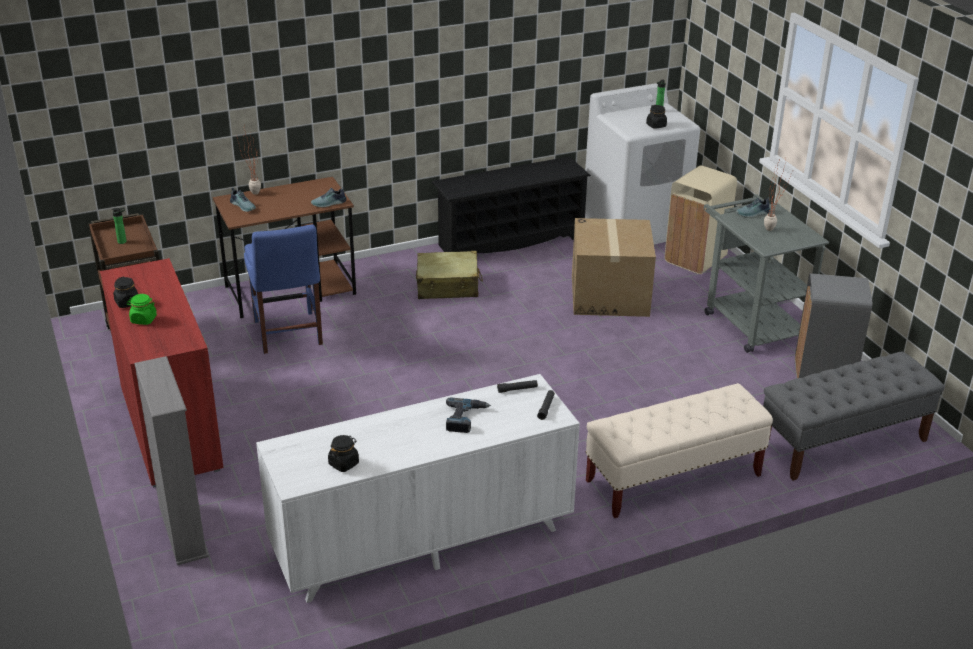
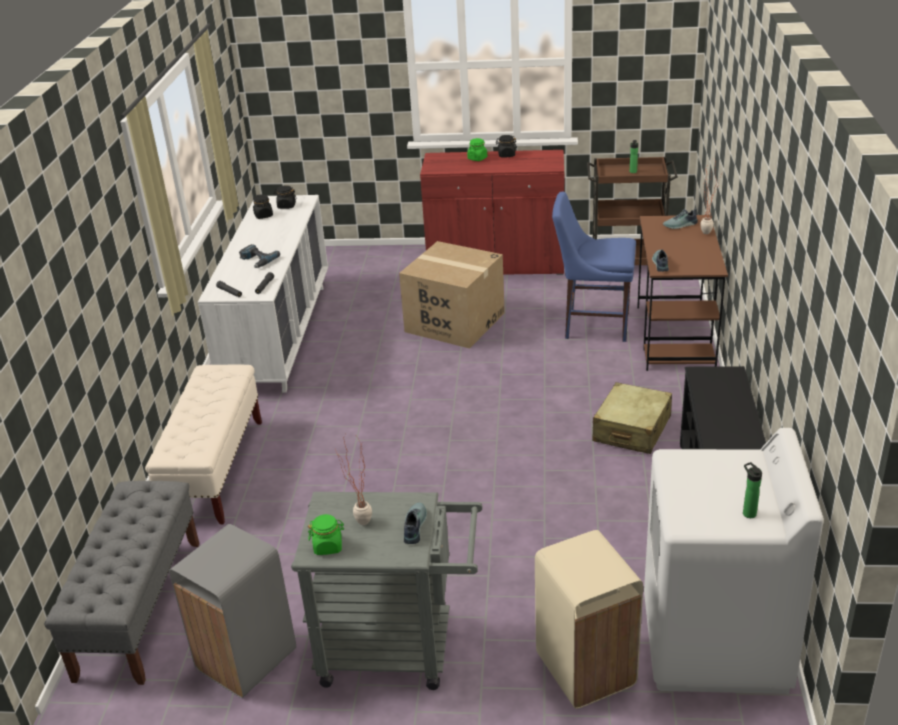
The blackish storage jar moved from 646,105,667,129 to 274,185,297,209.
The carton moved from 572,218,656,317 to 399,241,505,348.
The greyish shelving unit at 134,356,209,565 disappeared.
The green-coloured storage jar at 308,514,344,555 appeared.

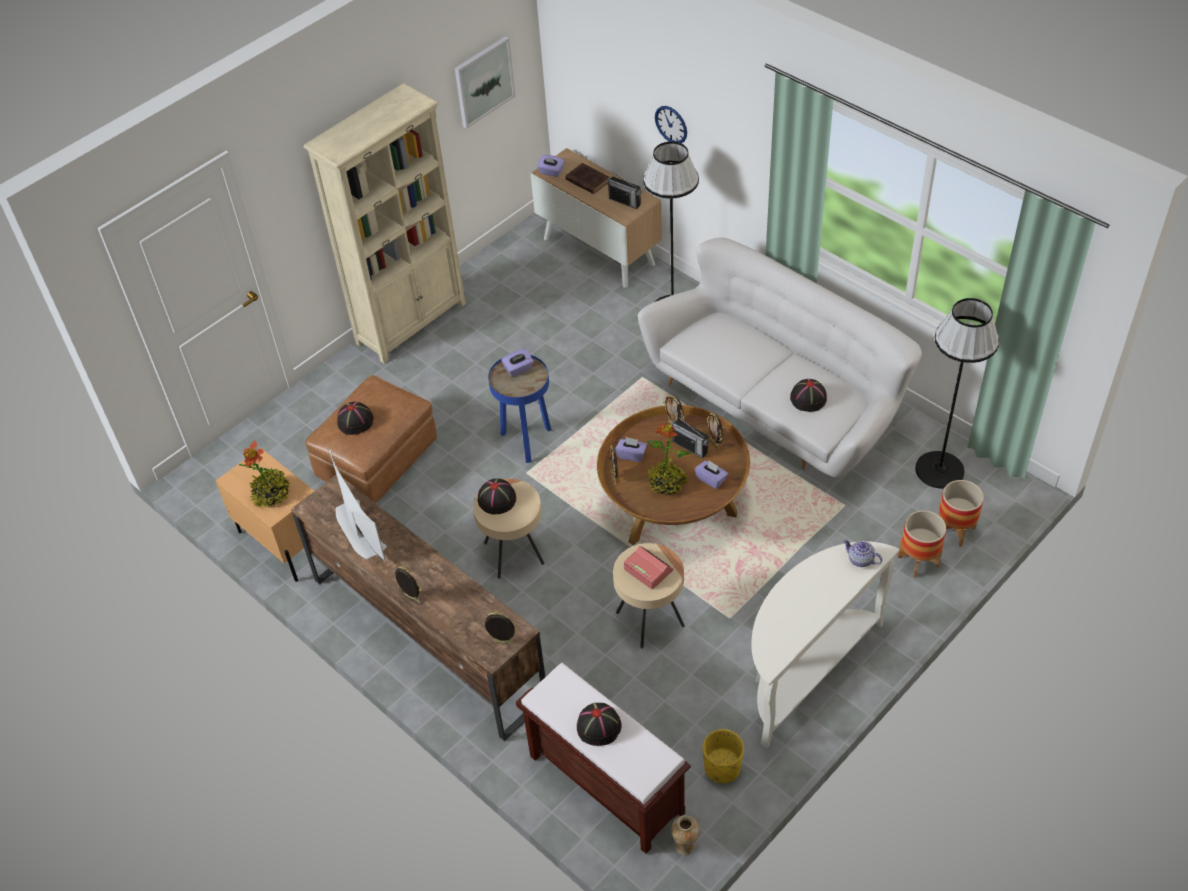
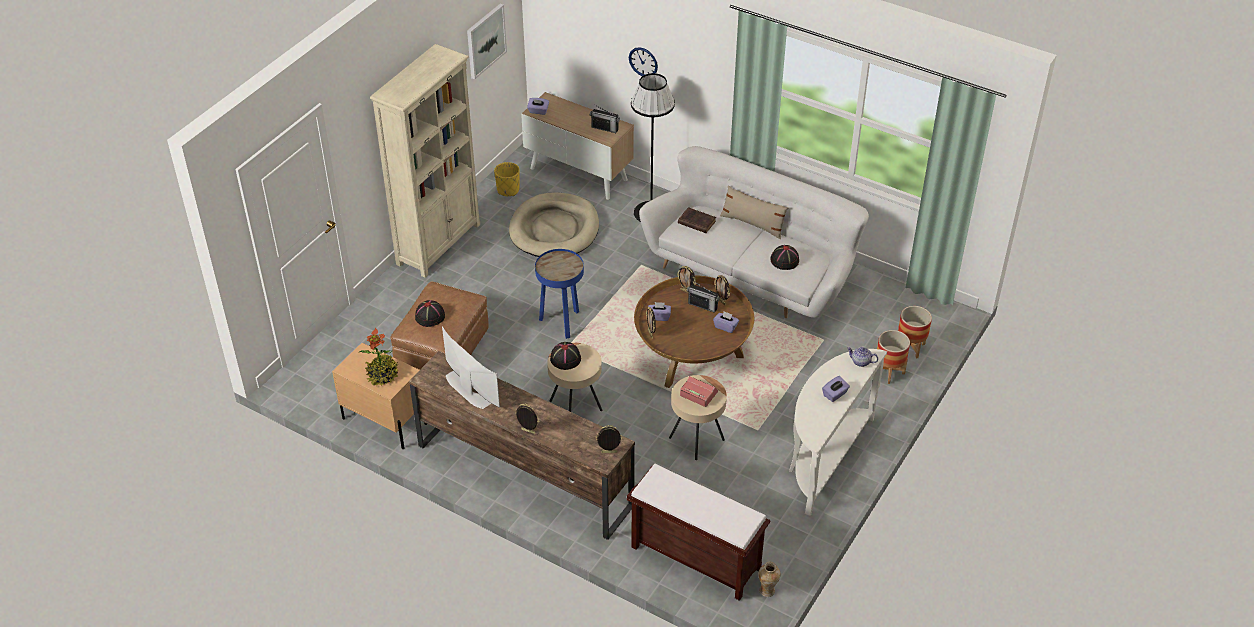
The brown bound book moved from 565,163,610,194 to 678,207,716,233.
The blackish floor lamp at 915,298,999,489 disappeared.
The purple-coloured tissue box moved from 501,349,534,377 to 822,376,850,402.
The potted plant at 646,424,691,495 disappeared.
The blackish wearable hat at 577,703,622,746 disappeared.
The yellow-coloured planter moved from 703,729,744,783 to 494,162,520,196.
The beige cushion at 720,185,788,239 appeared.
The beige pet bed at 509,192,599,257 appeared.

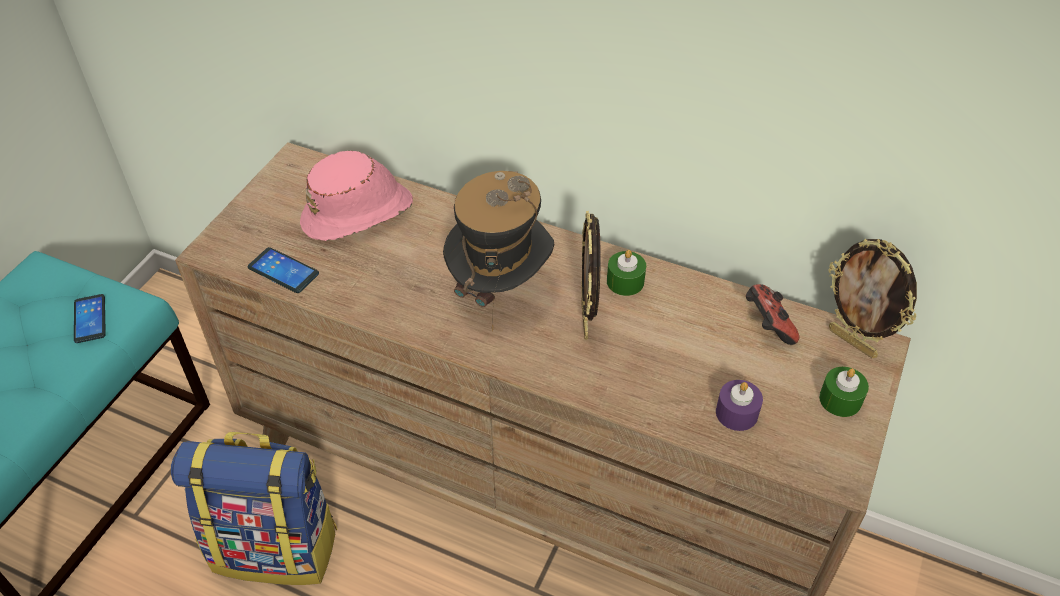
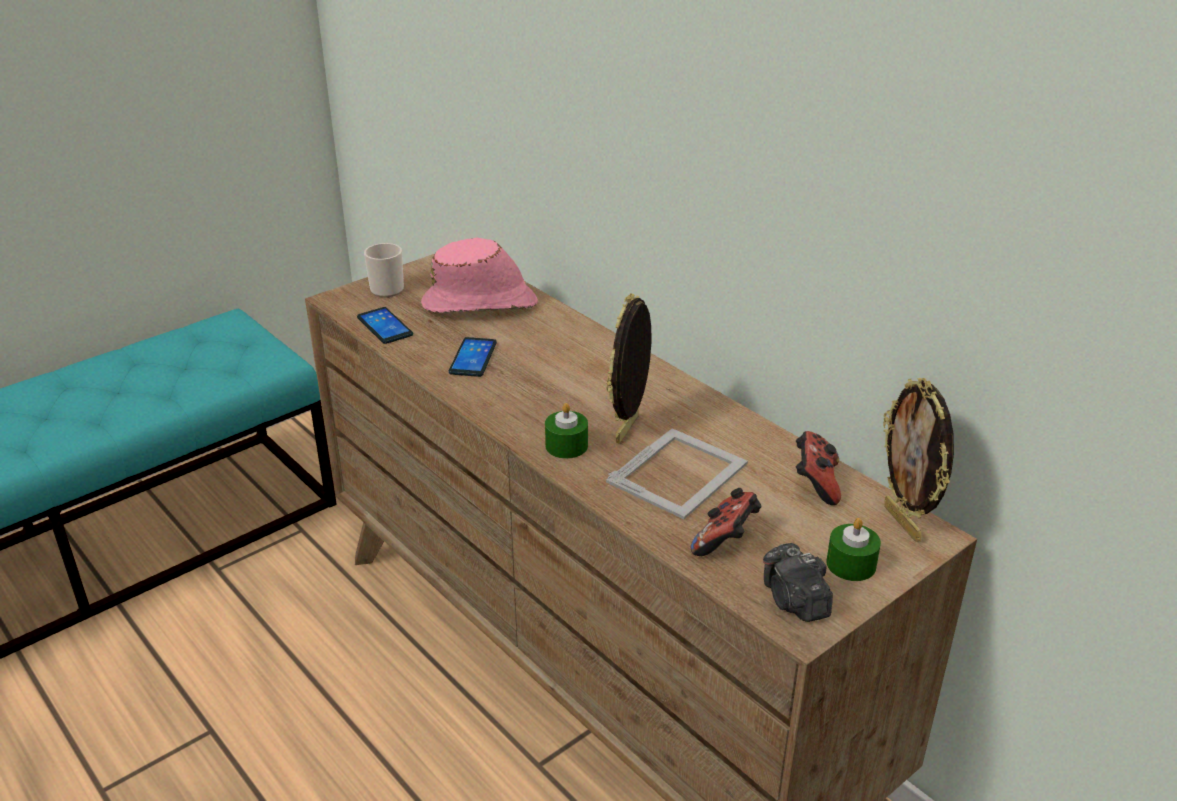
The wearable hat at 443,171,555,332 disappeared.
The green-coloured wax candle moved from 607,250,646,296 to 545,403,588,459.
The handset moved from 74,294,106,343 to 449,337,497,377.
The purple-coloured wax candle at 716,380,763,431 was replaced by the joypad at 691,488,762,556.
The rucksack at 171,432,338,585 disappeared.
The mug at 364,243,404,297 appeared.
The picture frame at 606,428,748,519 appeared.
The still camera at 763,543,833,622 appeared.

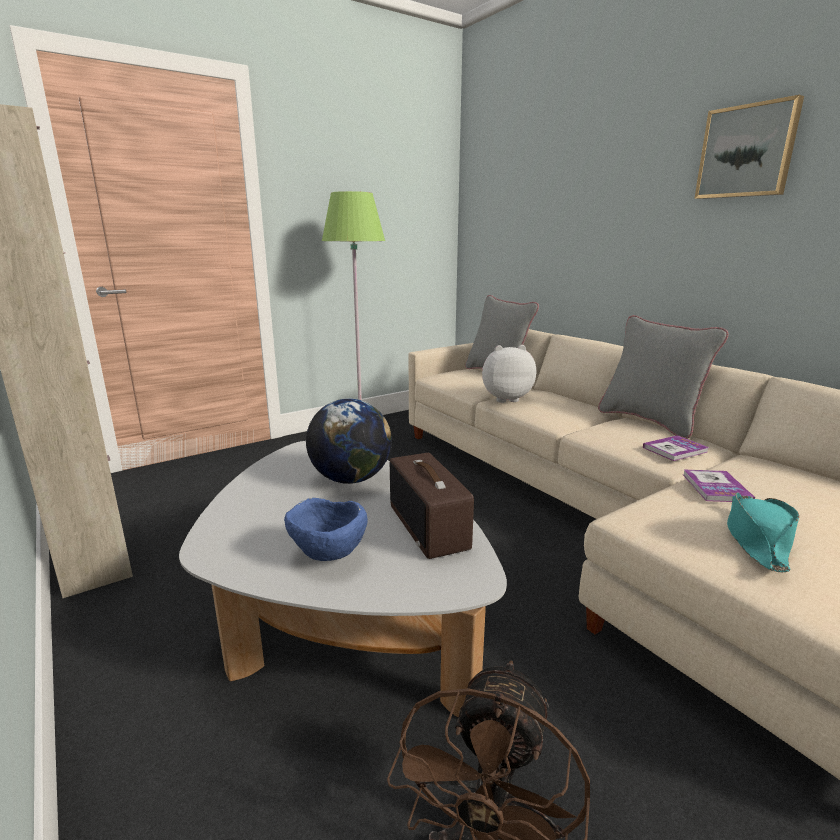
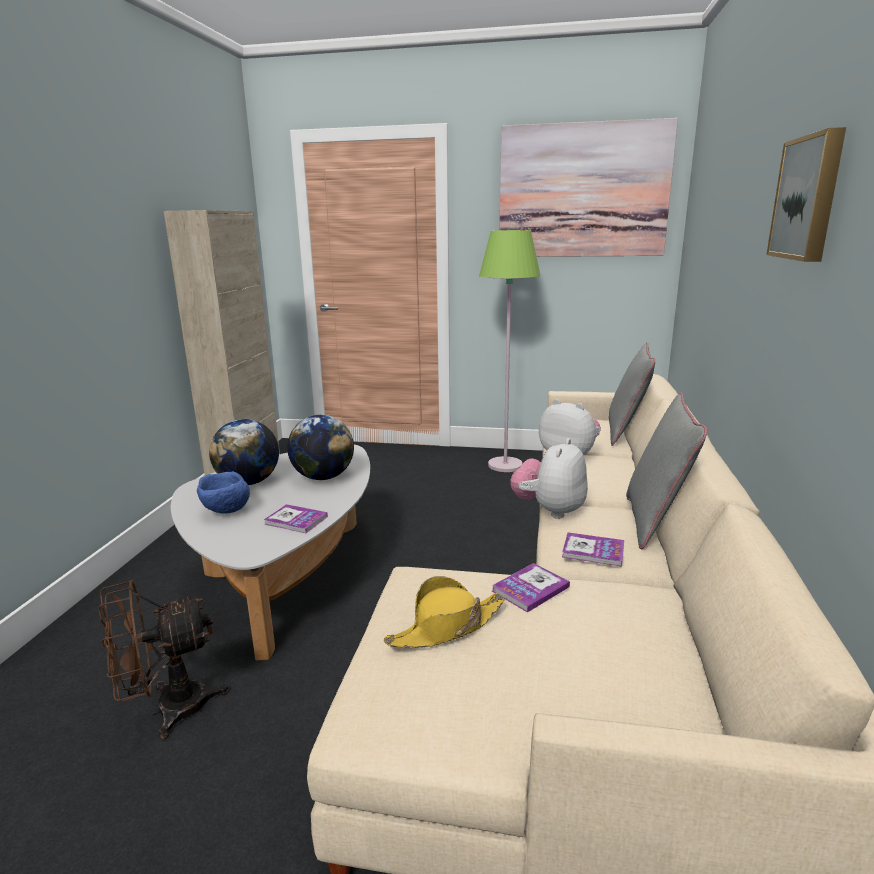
The radio receiver at 390,453,474,559 was replaced by the bound book at 264,504,328,533.
The turquoise wearable hat at 727,492,799,572 became the yellow-coloured wearable hat at 384,576,505,648.
The picture at 500,118,678,257 appeared.
The world globe at 209,419,279,485 appeared.
The cuddly toy at 510,438,588,519 appeared.

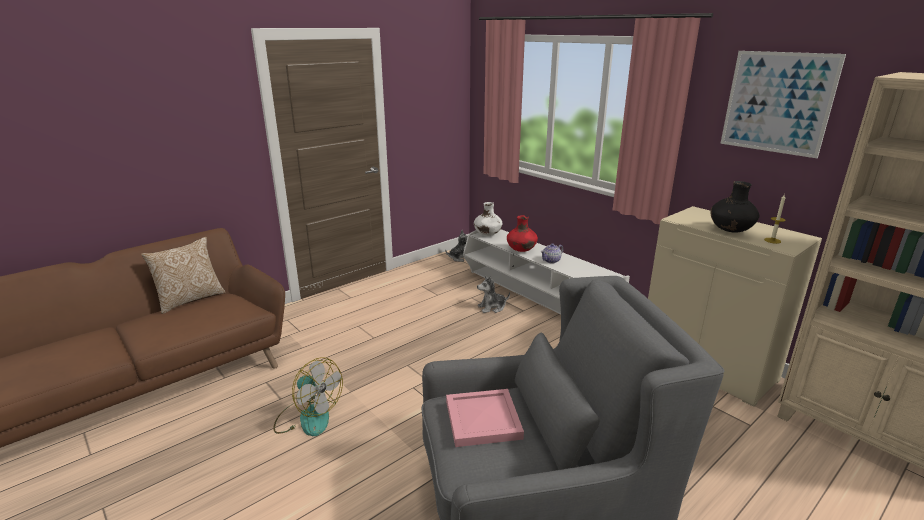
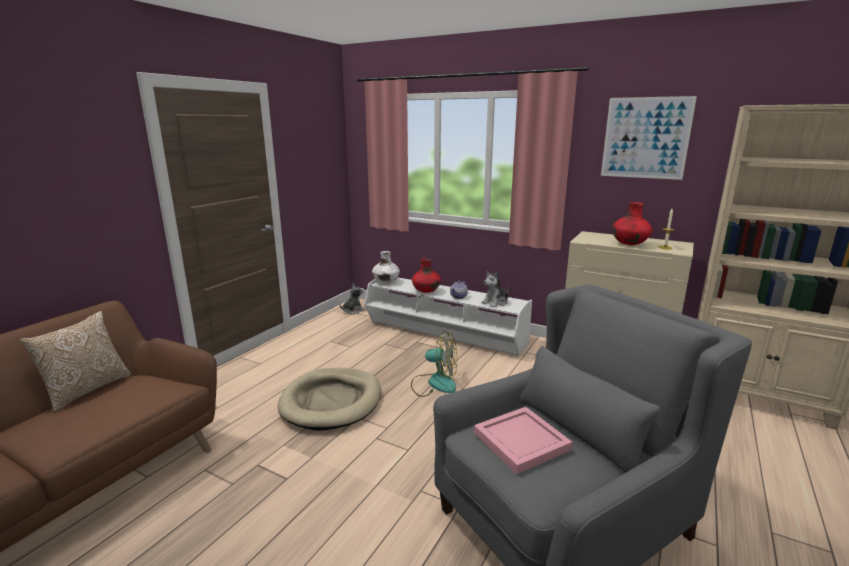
The blackish flower vase at 710,181,759,232 became the red flower vase at 612,202,652,245.
The cuddly toy moved from 477,276,510,313 to 482,270,509,308.
The fan moved from 273,357,343,436 to 411,331,457,397.
The beige pet bed at 278,368,381,430 appeared.

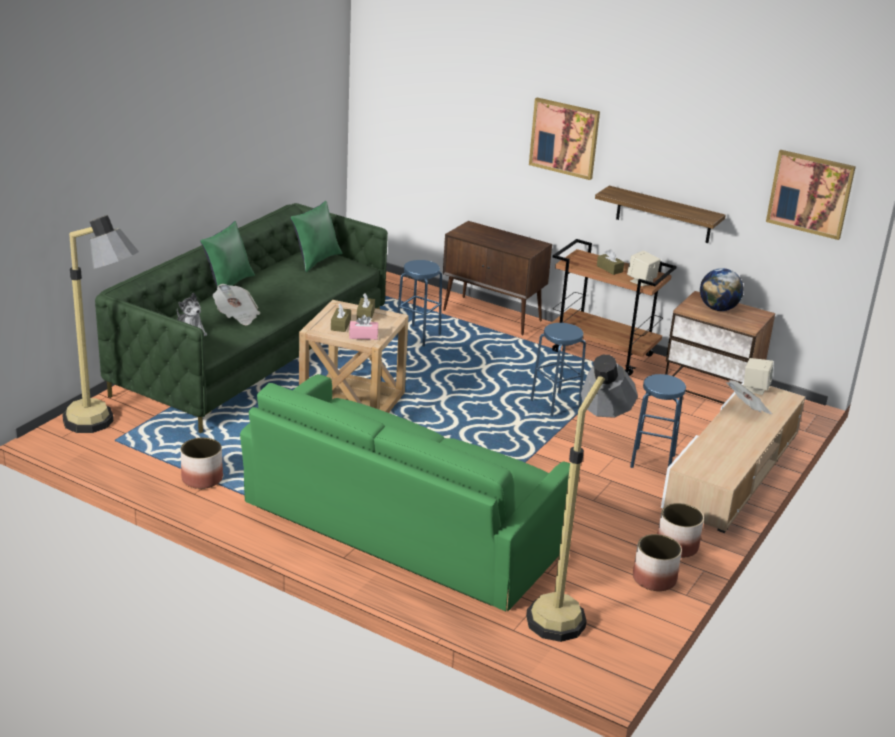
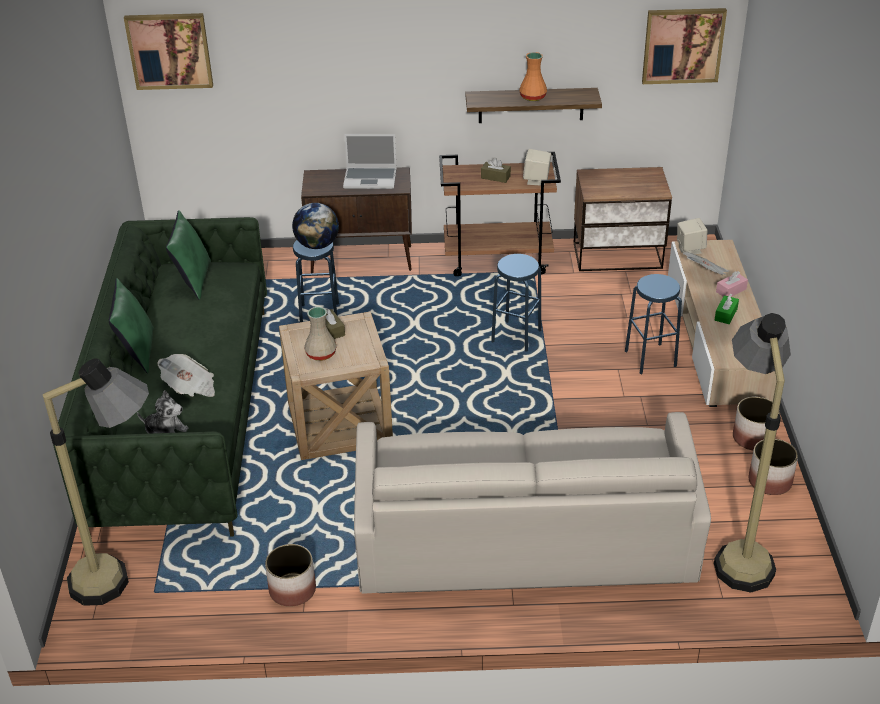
The picture moved from 529,98,600,180 to 124,13,213,90.
The world globe moved from 700,268,744,311 to 292,203,339,249.
The brown tissue box at 331,304,351,332 was replaced by the beige flower vase at 304,307,337,361.
The pink-coloured tissue box moved from 349,315,378,340 to 716,271,748,297.
The green-coloured couch at 240,374,570,611 became the beige couch at 354,412,711,594.
The orange-coloured flower vase at 519,52,547,101 appeared.
The portable computer at 343,134,397,189 appeared.
The green-coloured tissue box at 715,294,739,324 appeared.

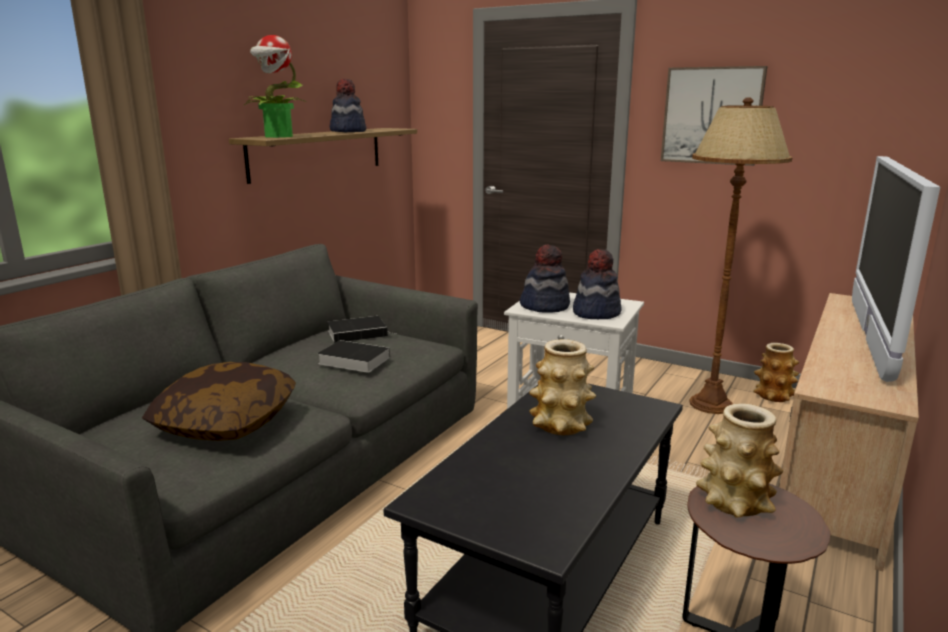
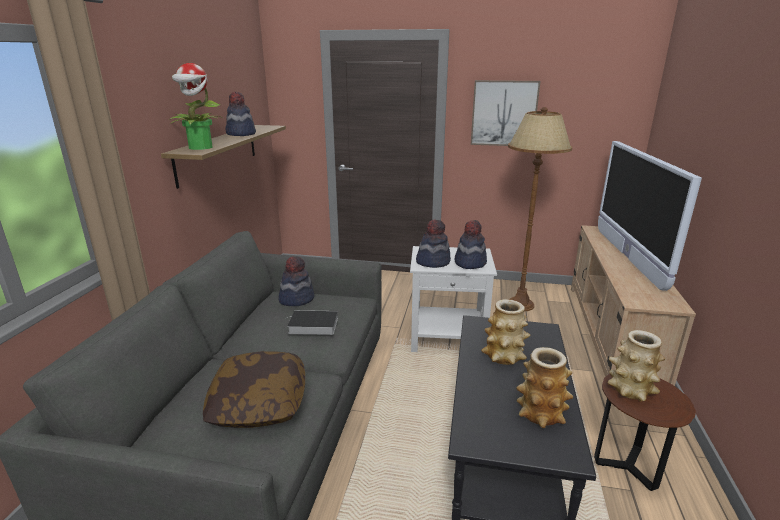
The bound book at 328,316,397,343 was replaced by the wearable hat at 278,256,314,306.
The flower vase moved from 753,343,799,402 to 516,347,573,428.

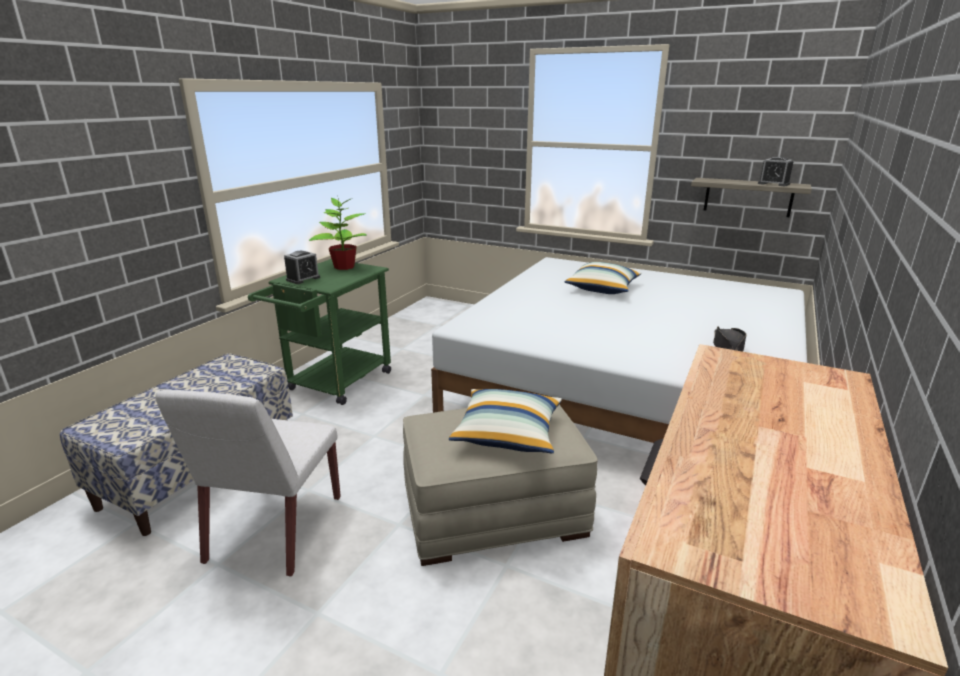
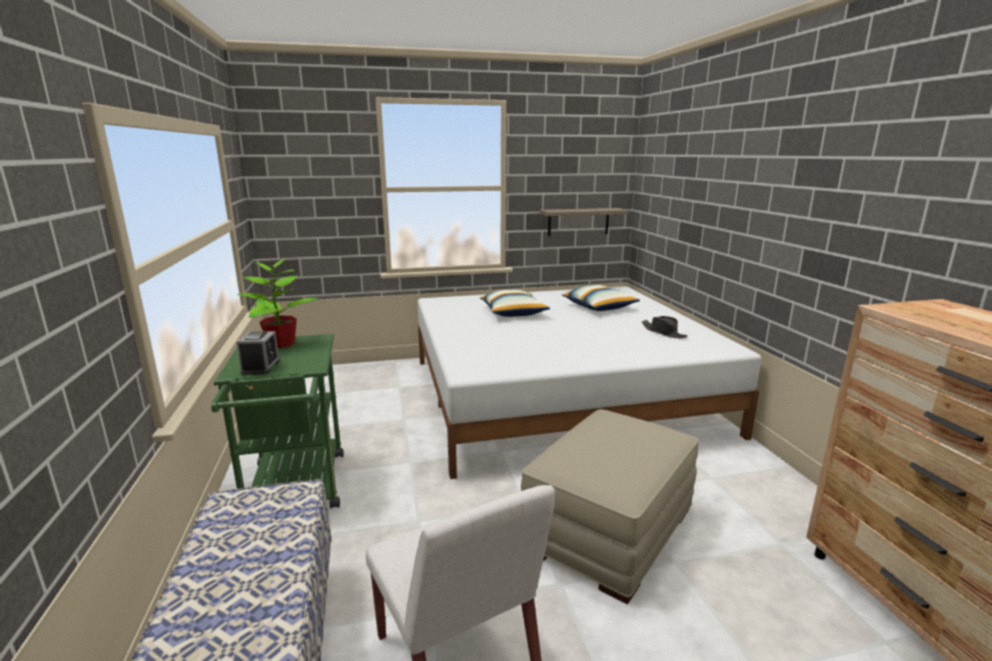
The table clock at 758,157,794,186 disappeared.
The cushion moved from 449,389,562,453 to 561,285,640,311.

